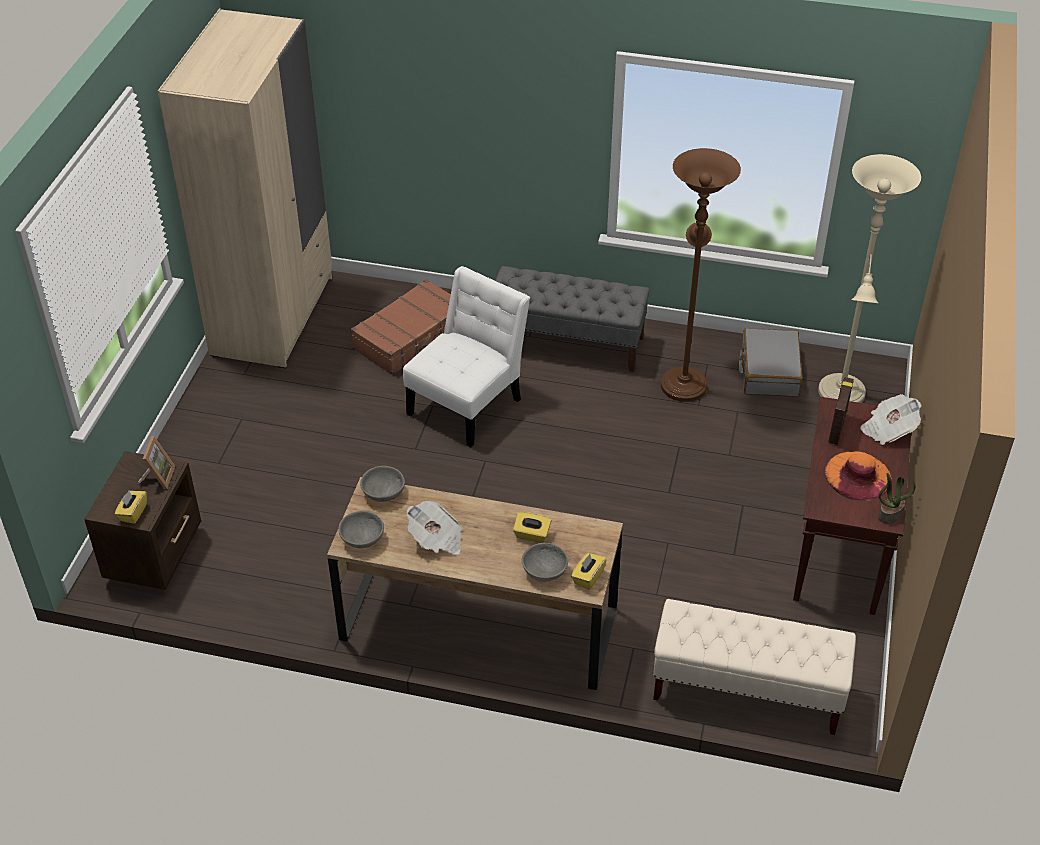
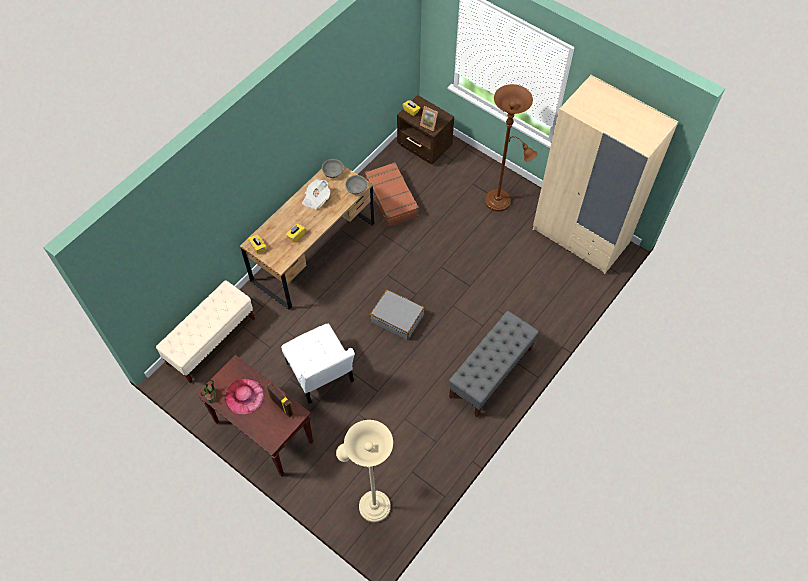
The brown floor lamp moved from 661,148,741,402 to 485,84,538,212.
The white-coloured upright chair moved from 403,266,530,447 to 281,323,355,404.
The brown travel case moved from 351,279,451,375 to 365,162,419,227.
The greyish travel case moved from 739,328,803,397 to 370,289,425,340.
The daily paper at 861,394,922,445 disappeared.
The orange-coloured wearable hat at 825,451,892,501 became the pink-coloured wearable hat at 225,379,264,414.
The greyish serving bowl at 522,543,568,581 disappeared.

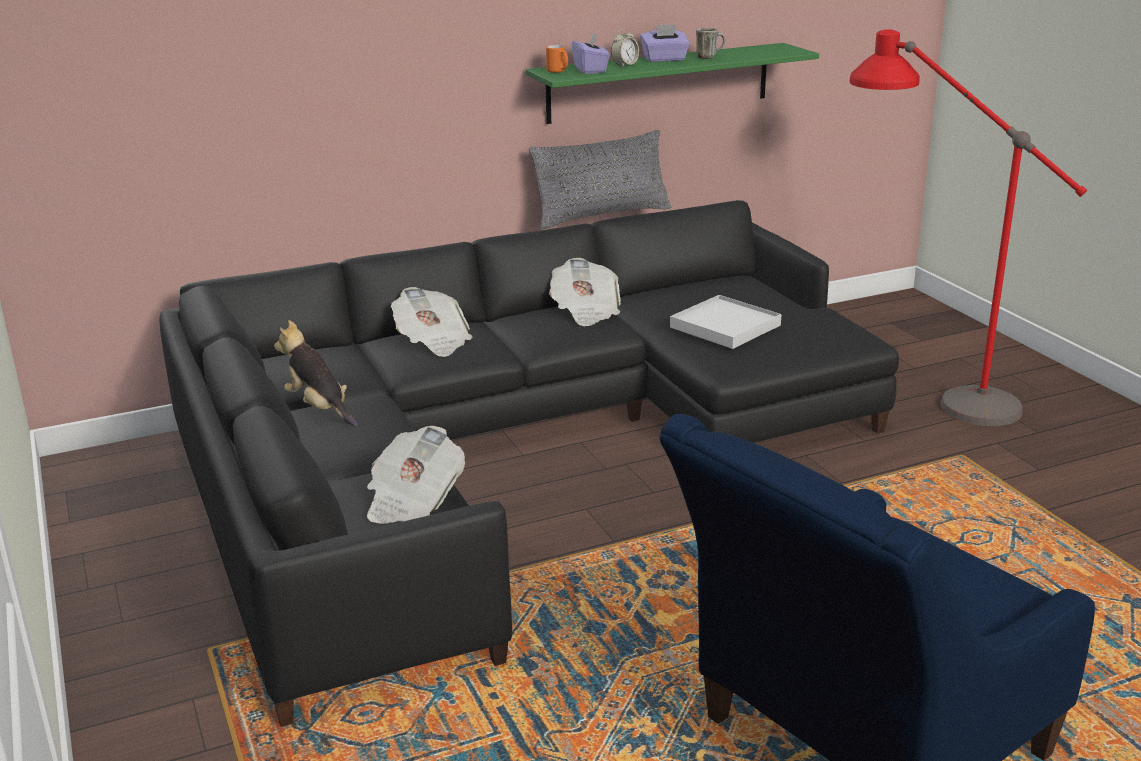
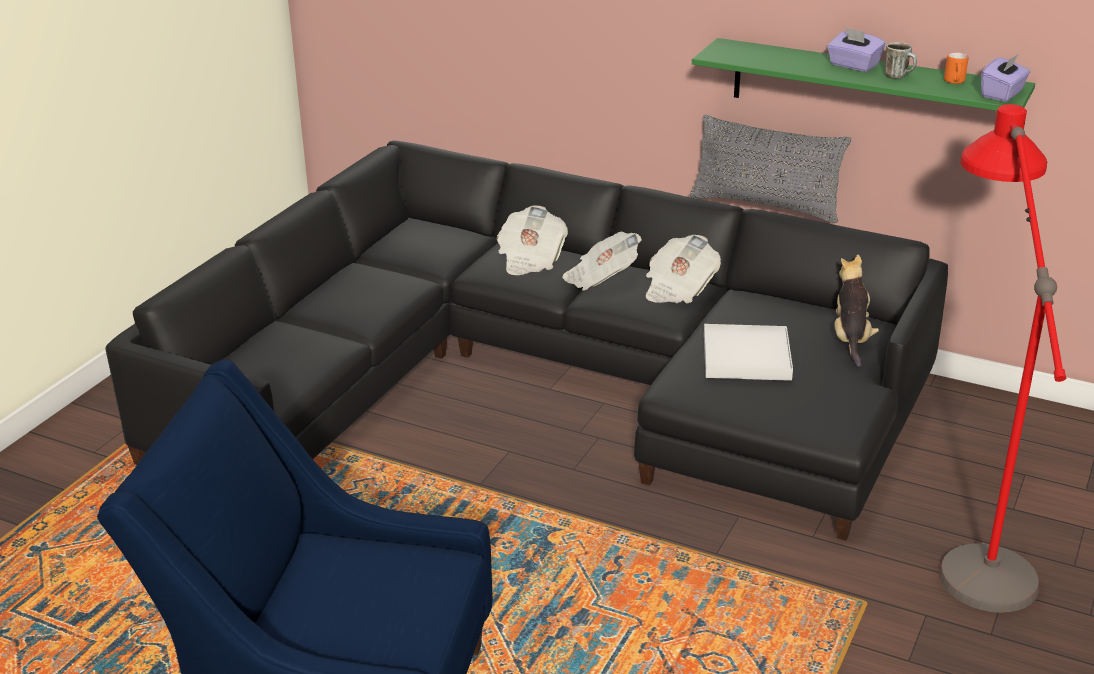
The table clock at 611,28,639,67 disappeared.
The purple-coloured tissue box moved from 572,32,610,74 to 981,53,1031,102.
The orange-coloured mug moved from 546,45,568,73 to 944,52,969,84.
The cuddly toy moved from 274,320,358,426 to 835,254,879,367.
The daily paper moved from 367,426,465,524 to 562,231,642,291.

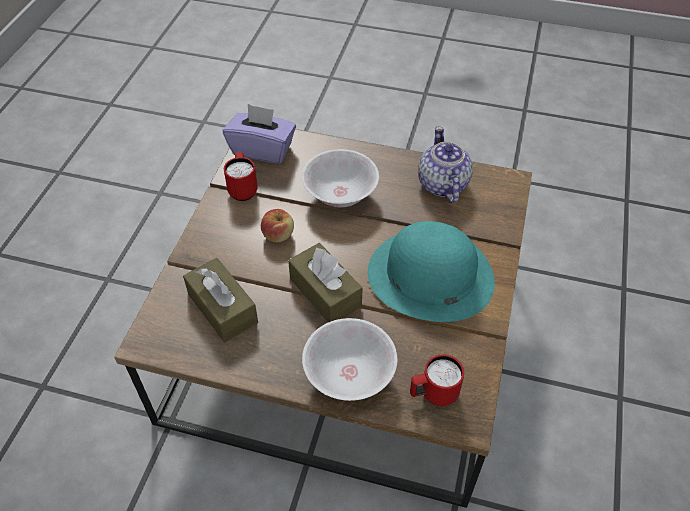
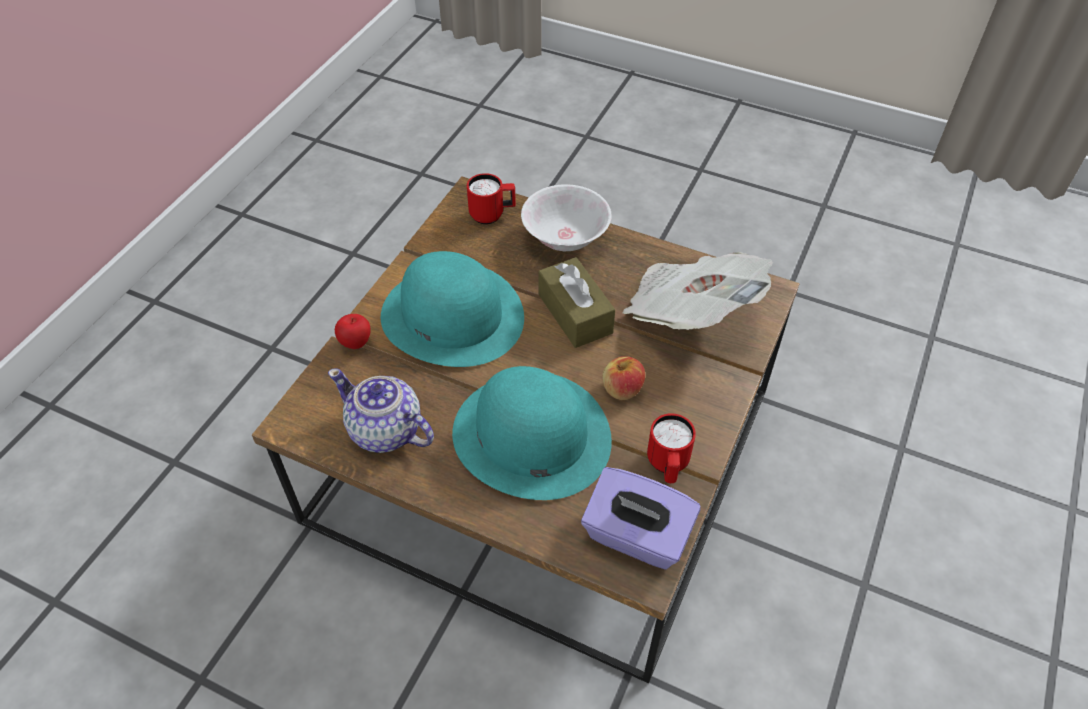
The pot for tea at 418,126,473,203 turned 120 degrees clockwise.
The white-coloured serving bowl at 302,149,379,208 was replaced by the turquoise wearable hat at 452,366,612,500.
The brown tissue box at 183,258,258,342 was replaced by the daily paper at 623,252,773,330.
The whole apple at 335,314,370,349 appeared.

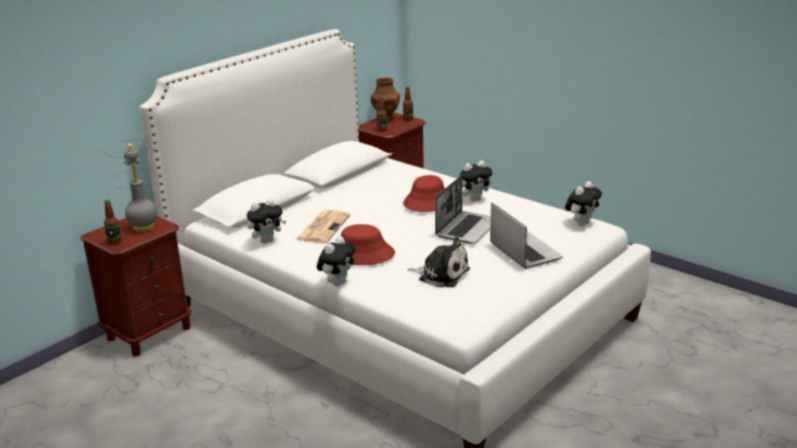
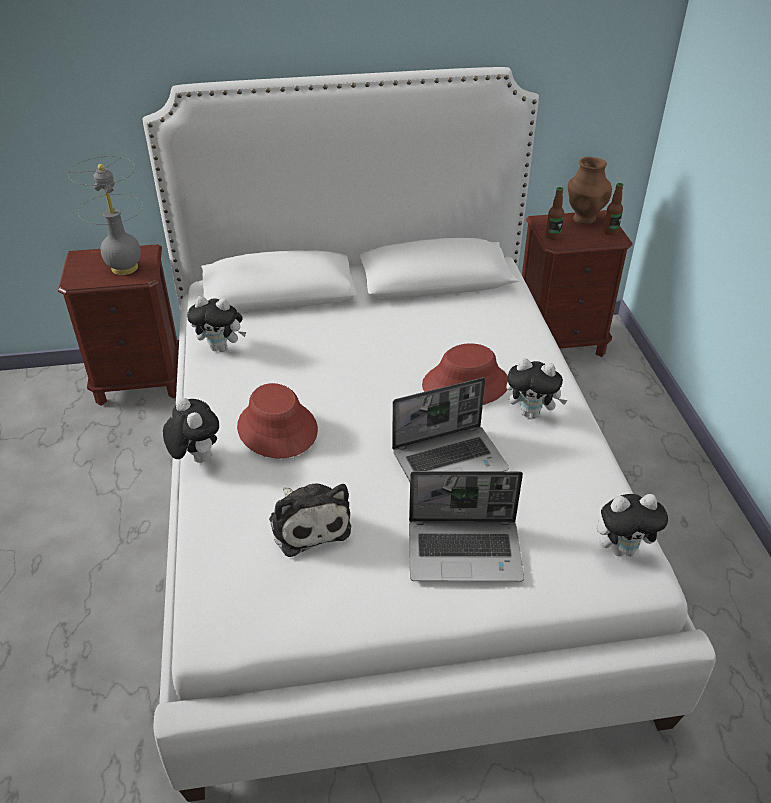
The bottle at 104,200,122,245 disappeared.
The portable computer at 490,203,563,269 turned 75 degrees clockwise.
The daily paper at 296,210,350,243 disappeared.
The cuddly toy at 317,236,356,286 turned 105 degrees counterclockwise.

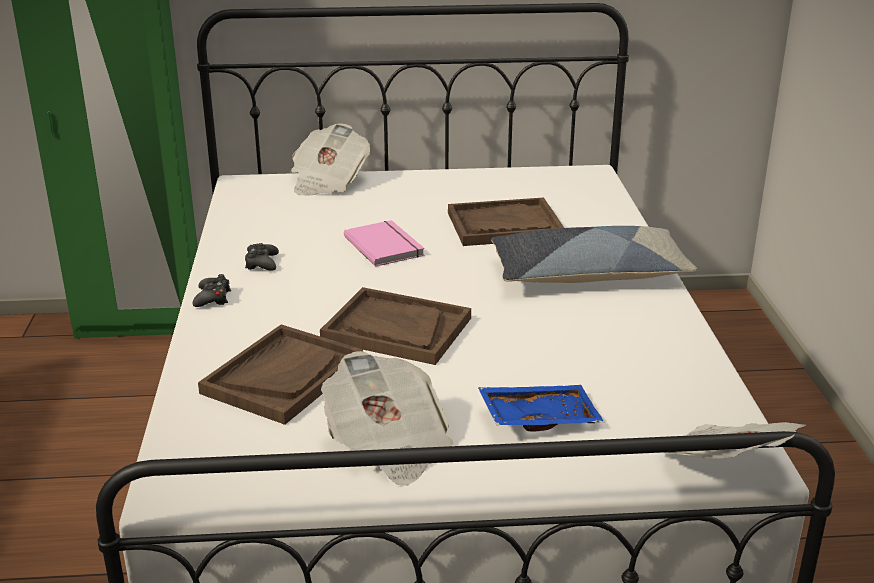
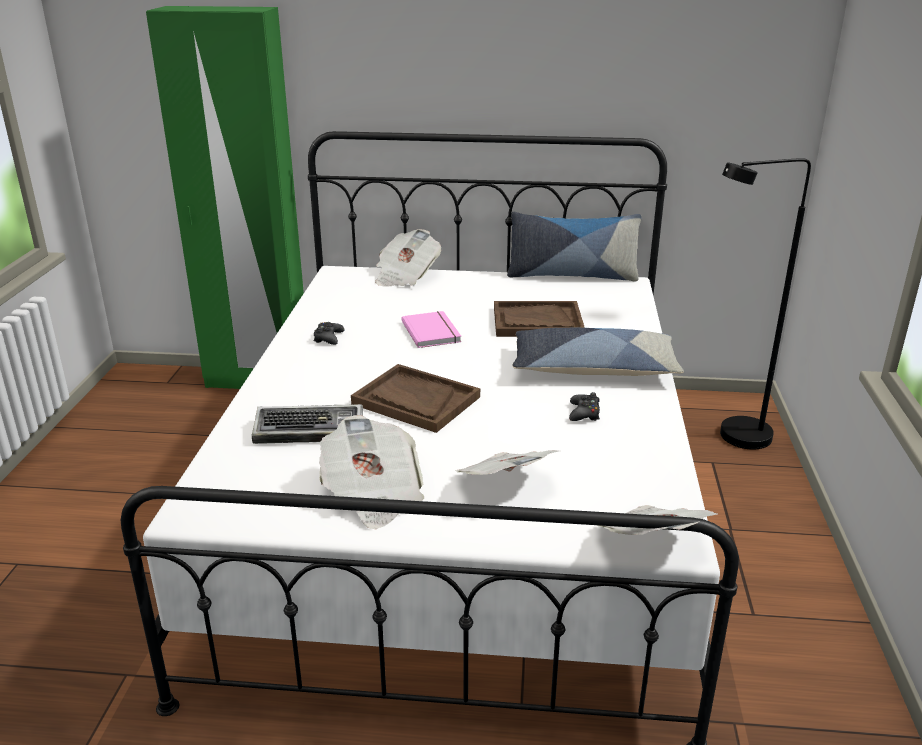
The blackish joypad moved from 192,274,231,307 to 569,392,600,421.
The brown carrying tray at 198,324,363,425 was replaced by the PC keyboard at 252,404,363,444.
The blue carrying tray at 478,385,604,431 was replaced by the daily paper at 455,450,559,475.
The blackish floor lamp at 720,158,811,450 appeared.
The cushion at 507,212,642,282 appeared.

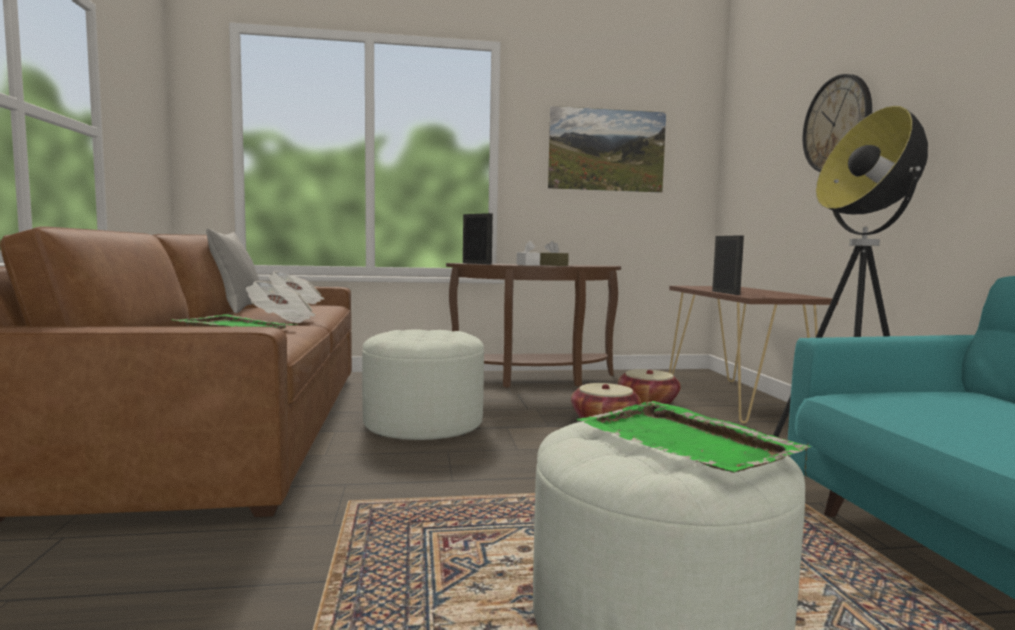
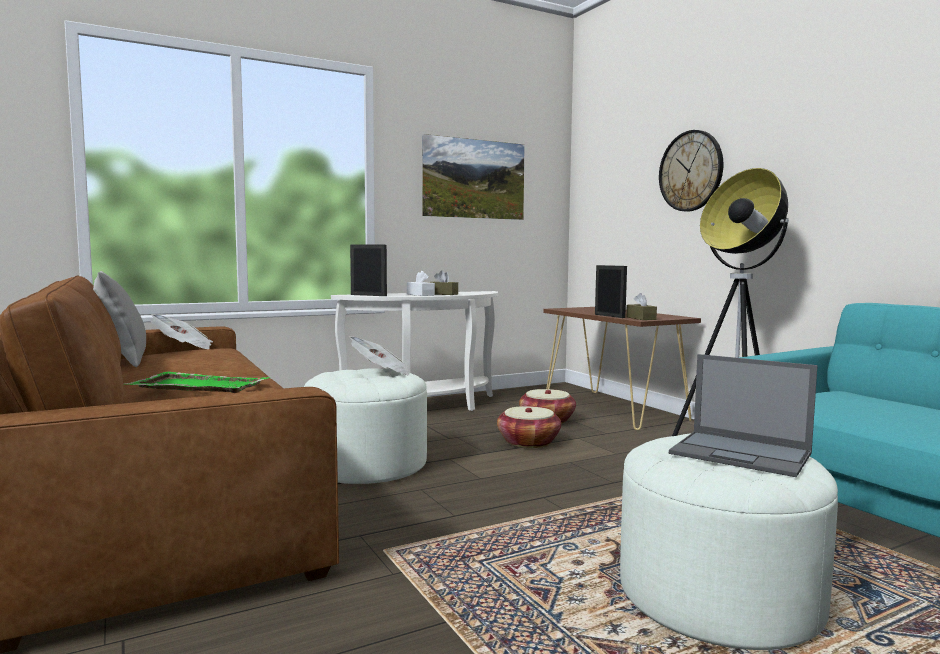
The brown narrow table at 446,263,621,388 became the white-coloured narrow table at 331,291,498,411.
The daily paper moved from 246,281,315,323 to 349,336,409,375.
The green-coloured carrying tray at 577,401,811,473 was replaced by the portable computer at 669,354,818,477.
The brown tissue box at 627,293,657,320 appeared.

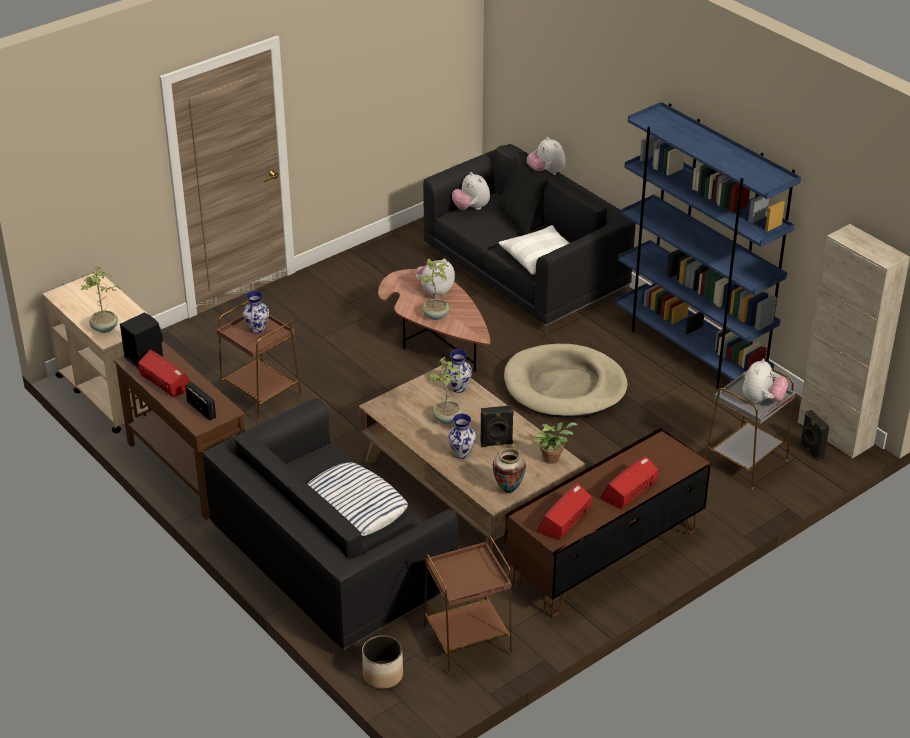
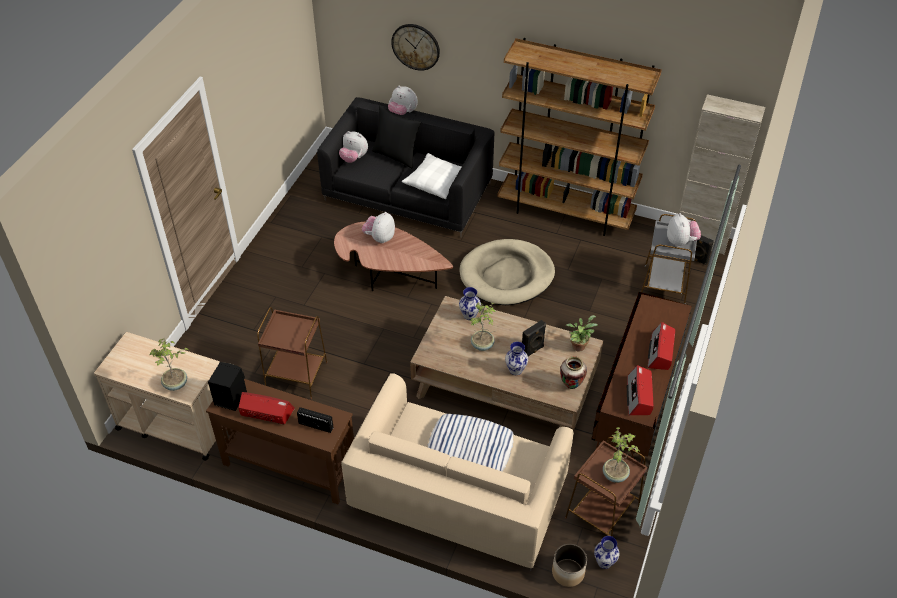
The blue shelving unit at 615,102,801,389 became the brown shelving unit at 497,38,662,236.
The potted plant moved from 420,258,449,320 to 603,427,640,483.
The flower vase moved from 243,291,269,334 to 594,536,619,569.
The blackish couch at 202,398,458,657 became the beige couch at 341,373,574,571.
The hanging clock at 391,24,440,71 appeared.

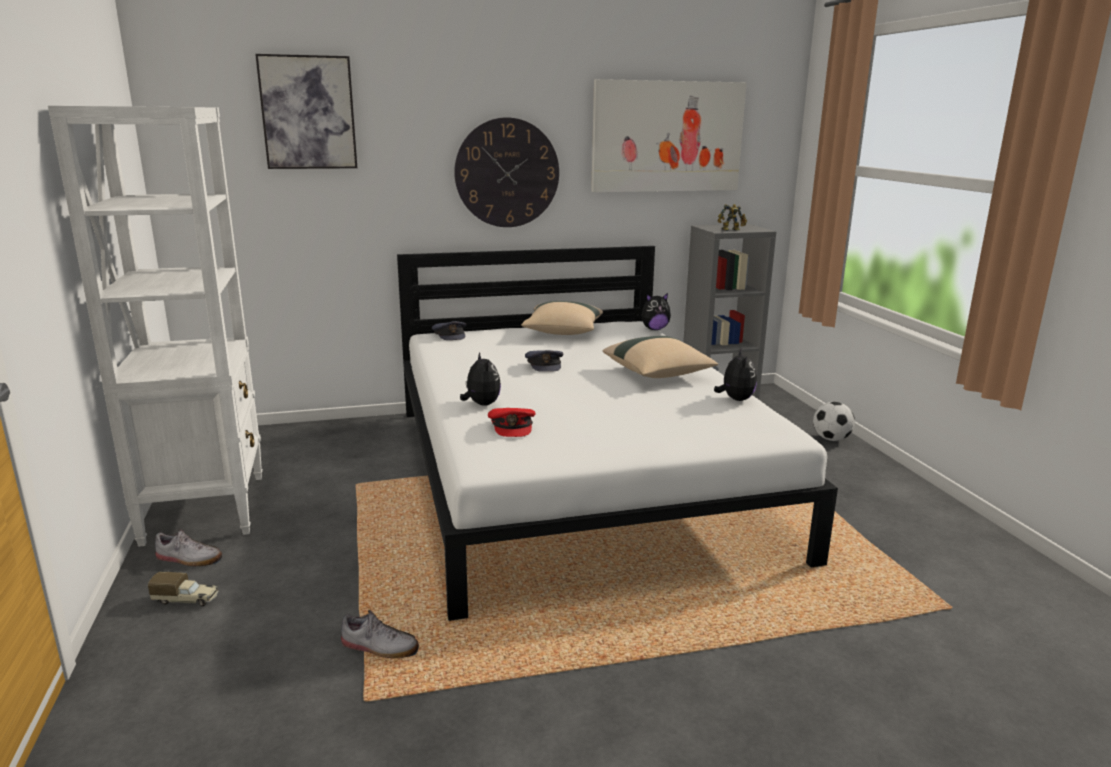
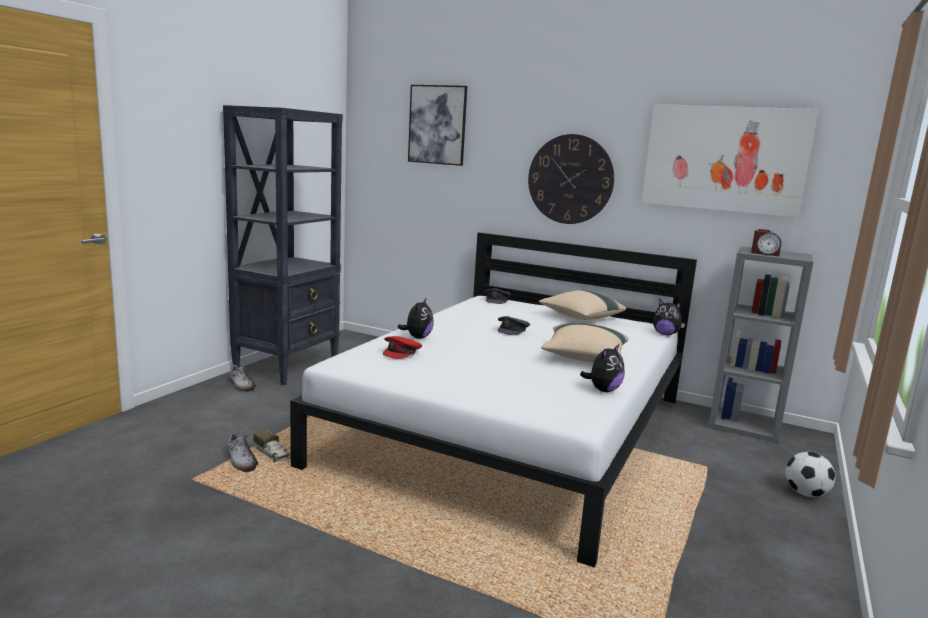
The white-coloured shelving unit at 48,106,263,547 became the blackish shelving unit at 223,105,343,386.
The toy robot at 718,204,747,231 was replaced by the table clock at 751,229,782,256.
The toy lorry moved from 148,572,218,606 to 253,429,290,462.

